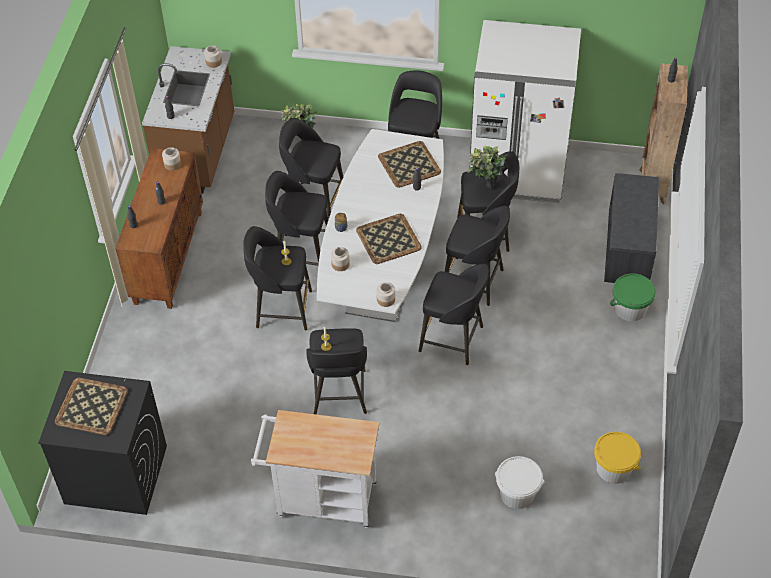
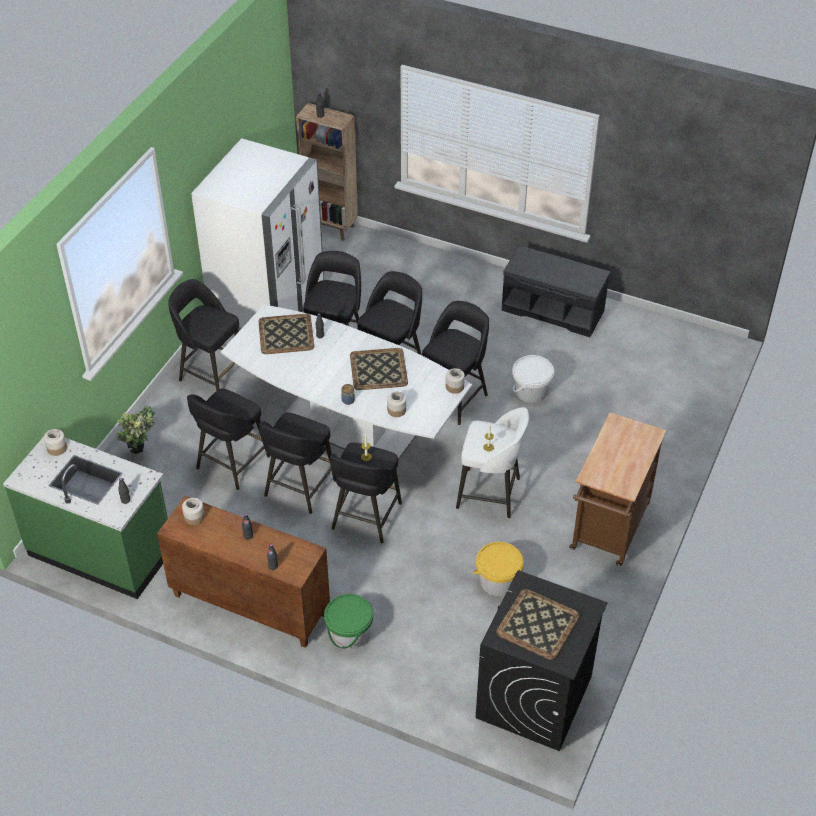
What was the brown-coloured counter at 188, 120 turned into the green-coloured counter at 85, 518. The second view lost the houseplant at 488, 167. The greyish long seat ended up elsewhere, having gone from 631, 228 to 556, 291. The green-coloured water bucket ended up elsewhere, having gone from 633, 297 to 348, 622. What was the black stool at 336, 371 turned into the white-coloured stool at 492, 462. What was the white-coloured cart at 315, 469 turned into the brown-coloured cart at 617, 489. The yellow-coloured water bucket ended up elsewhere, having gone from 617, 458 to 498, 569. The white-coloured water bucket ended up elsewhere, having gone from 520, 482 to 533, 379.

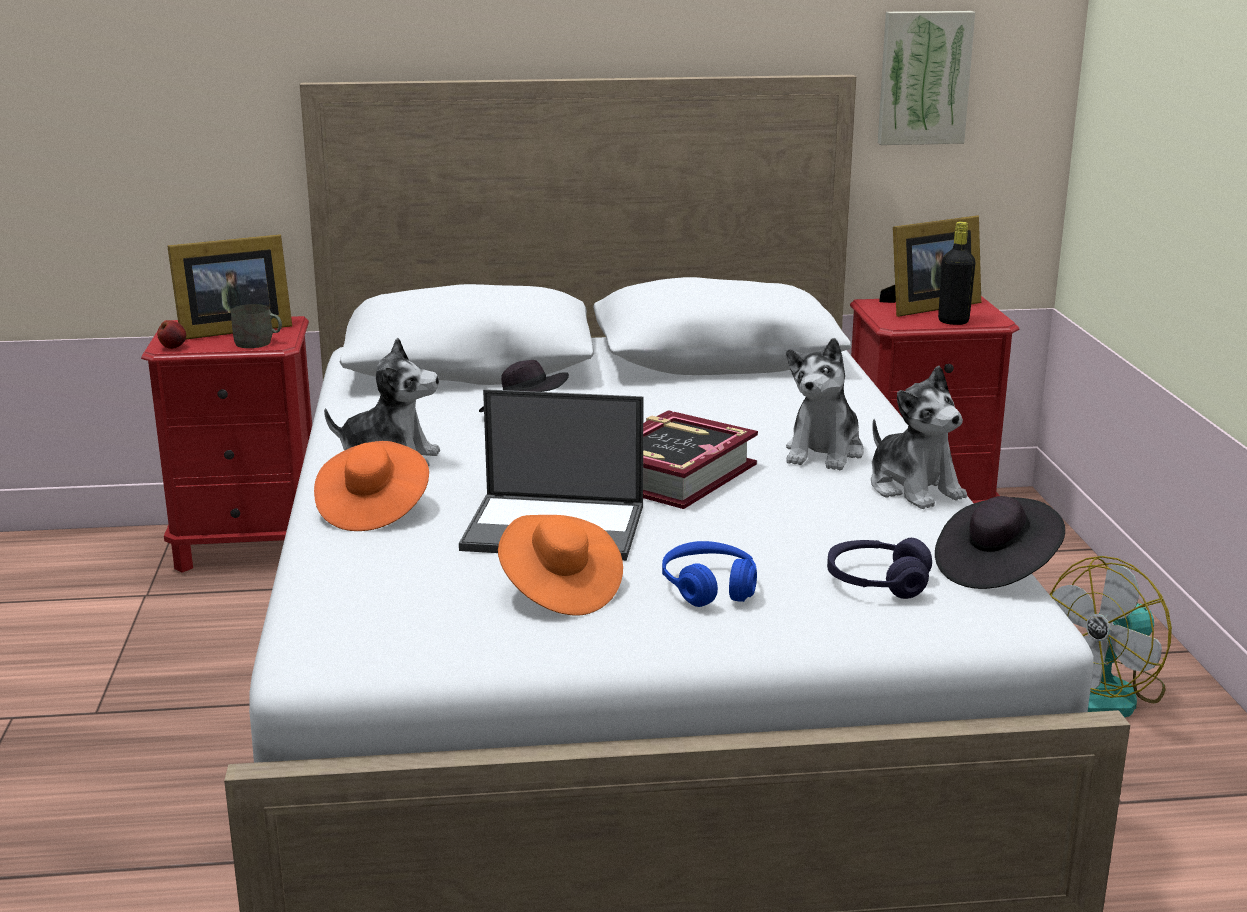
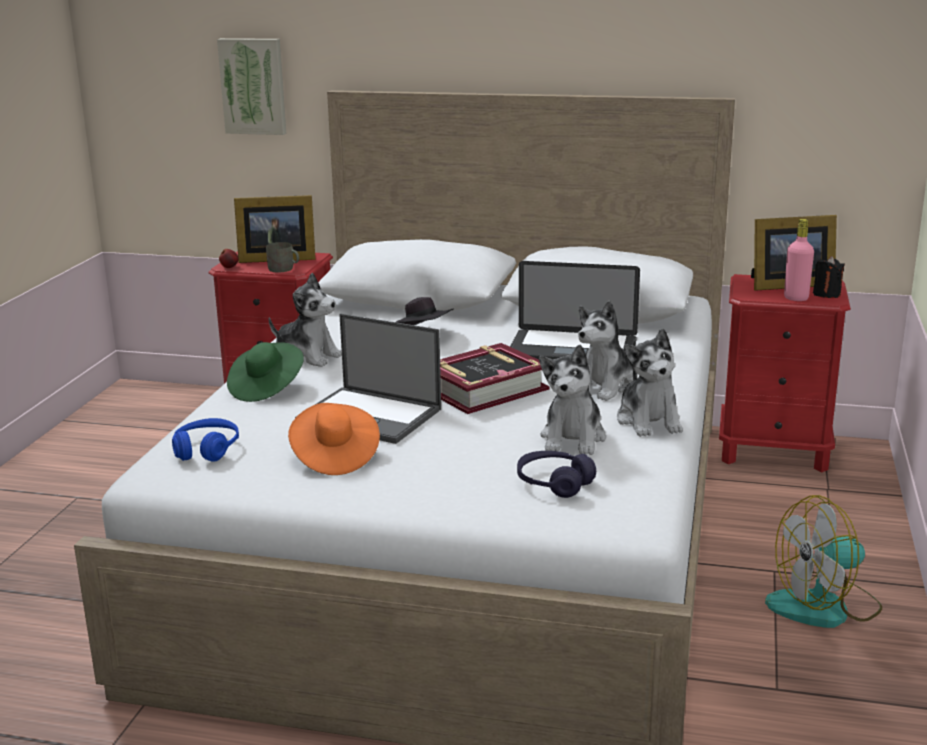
The wall art ended up elsewhere, having gone from 926, 78 to 252, 86. What was the black bottle at 957, 273 turned into the pinkish bottle at 799, 260. What was the orange wearable hat at 371, 486 turned into the green-coloured wearable hat at 265, 372. The second view lost the black wearable hat at 1000, 542. The bluish headset ended up elsewhere, having gone from 709, 574 to 205, 440. The second view gained the black candle at 829, 277. The second view gained the laptop at 575, 310. The second view gained the soft toy at 572, 400.

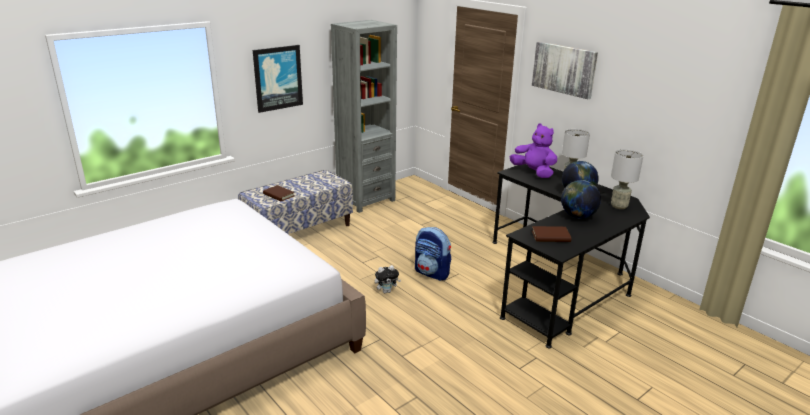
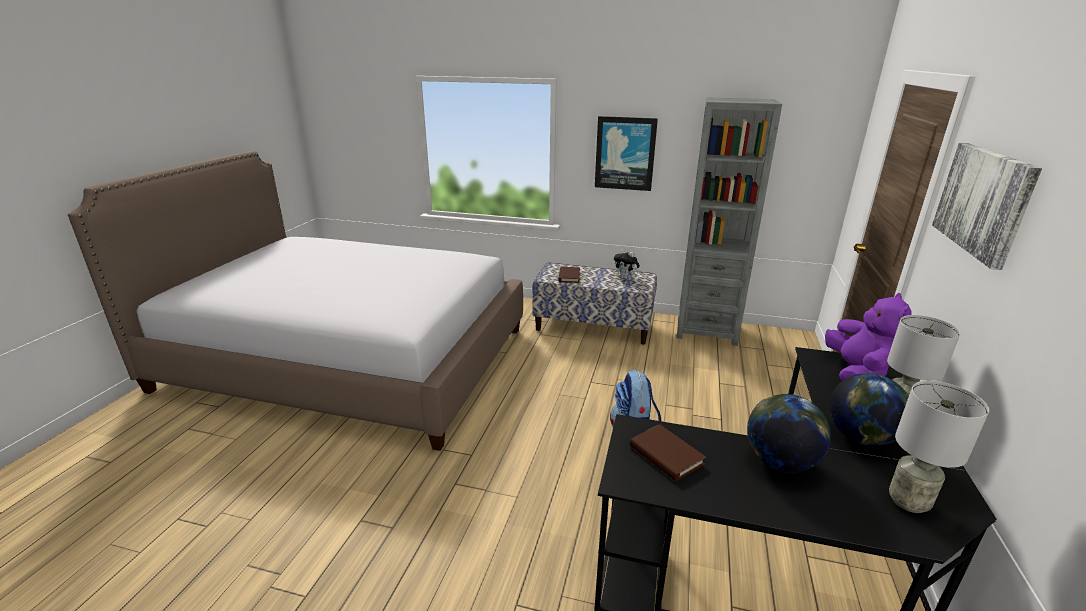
The soft toy ended up elsewhere, having gone from 388, 279 to 627, 264.

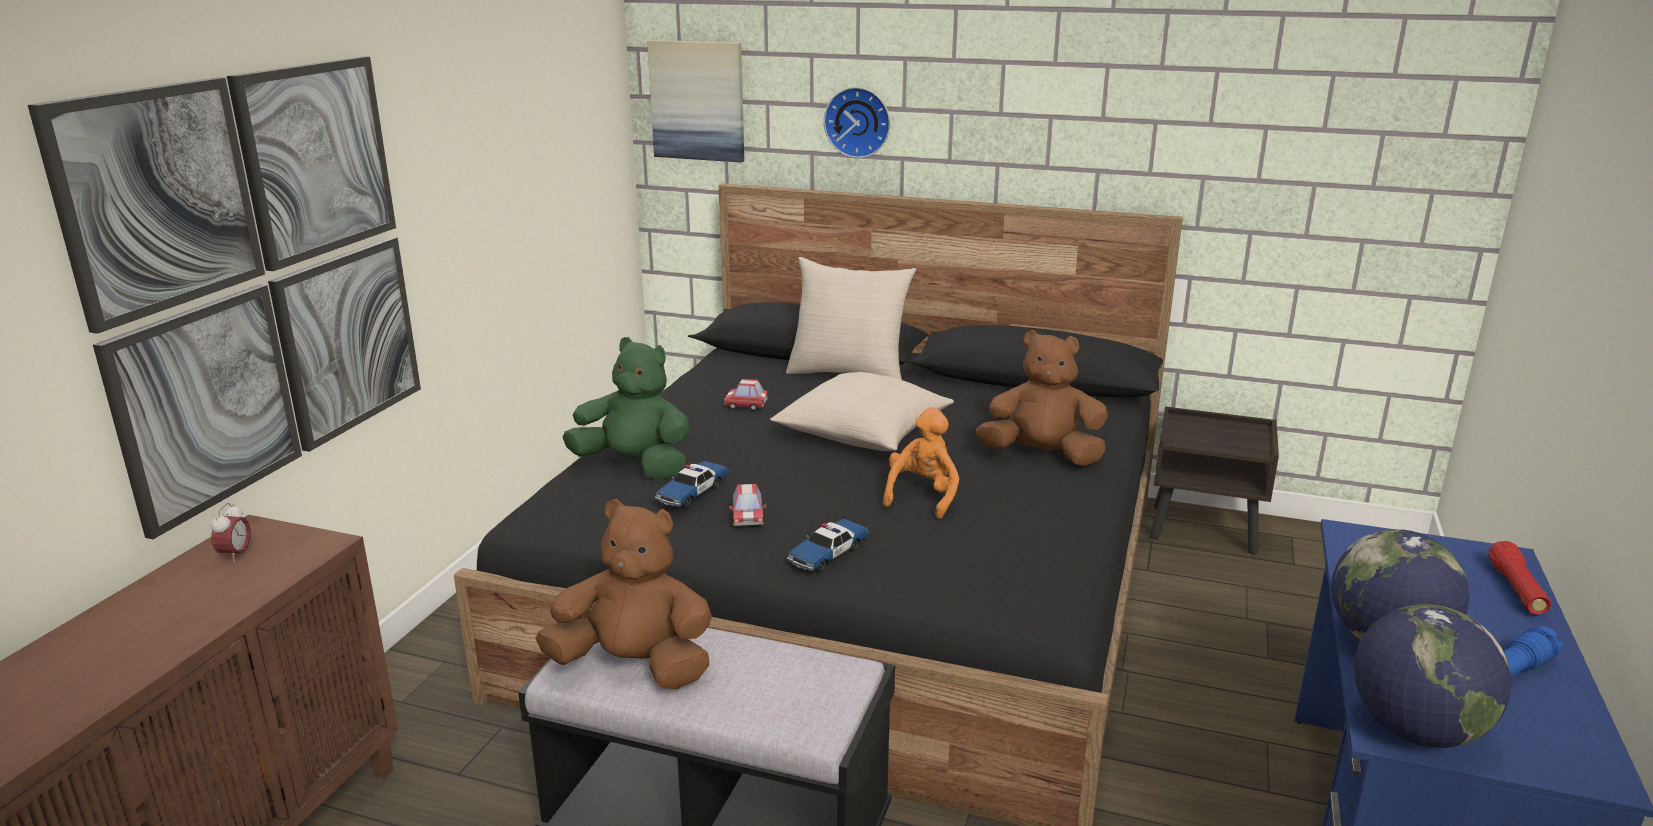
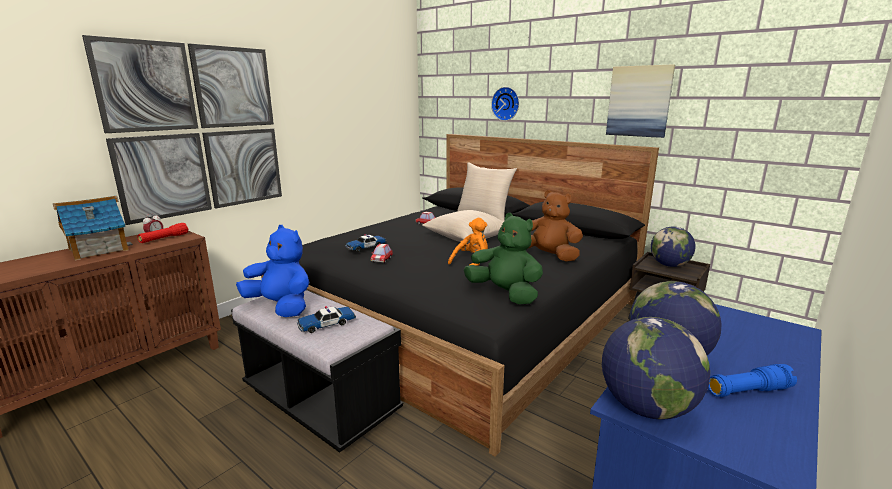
The wall art ended up elsewhere, having gone from 695, 101 to 640, 101. The green-coloured soft toy ended up elsewhere, having gone from 626, 408 to 503, 258. What was the brown-coloured soft toy at 623, 594 turned into the bluish soft toy at 272, 271. The miniature car ended up elsewhere, having gone from 828, 545 to 326, 319. The red-coloured hand torch ended up elsewhere, having gone from 1520, 577 to 162, 233. The second view gained the model house at 92, 228. The second view gained the globe at 673, 247.

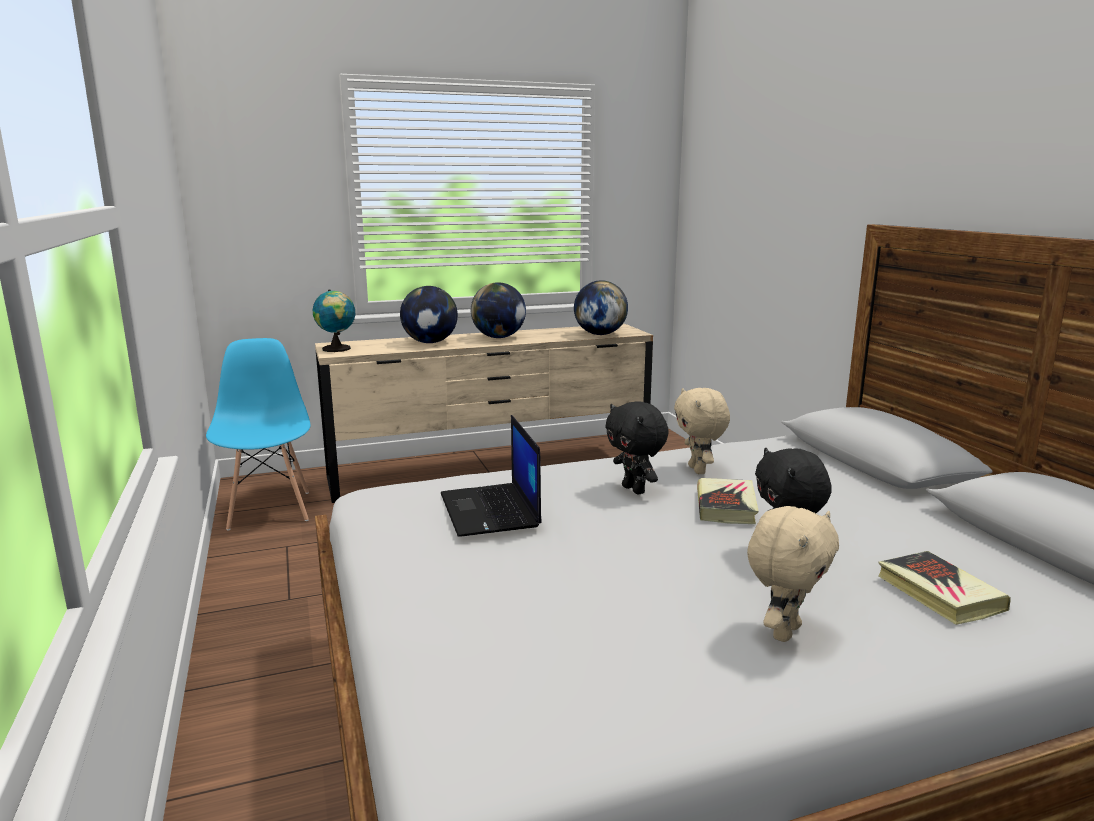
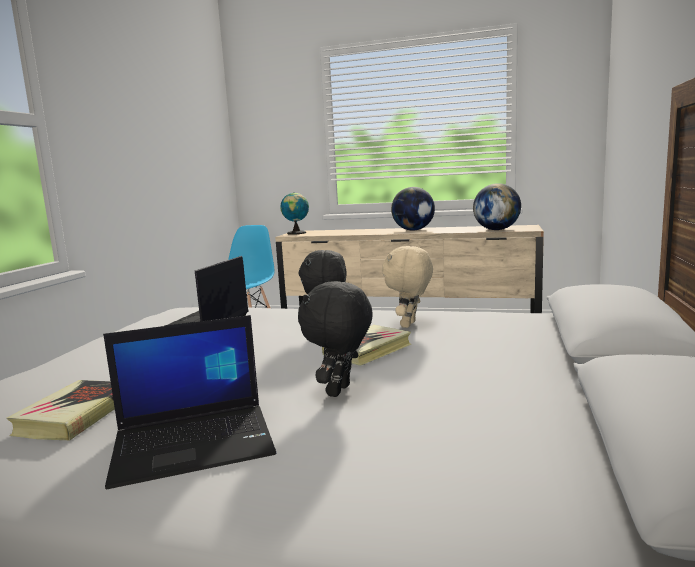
The second view lost the globe at 429, 314. Where the sand-coloured soft toy stood at 793, 574, the laptop came to stand at 189, 402. The bound book ended up elsewhere, having gone from 945, 588 to 60, 410.

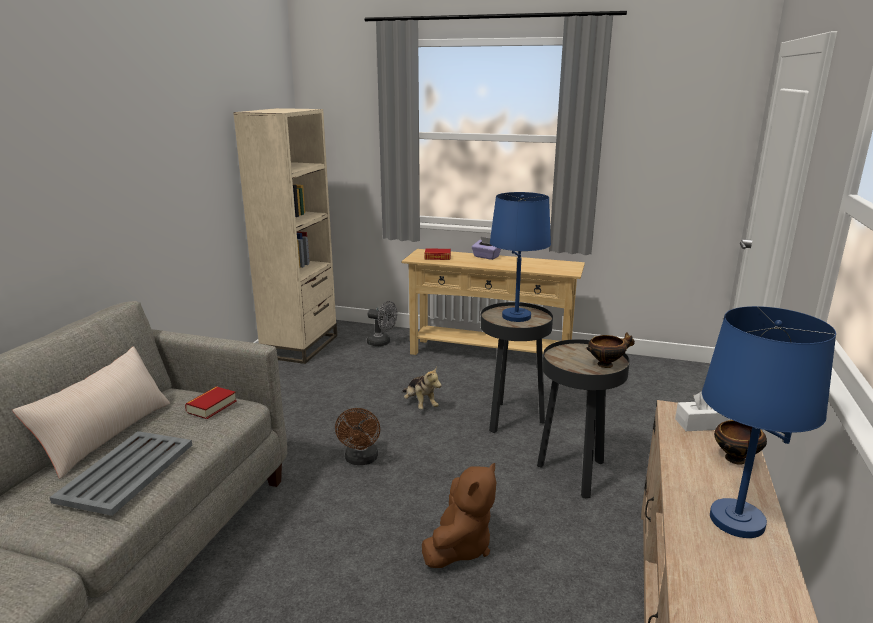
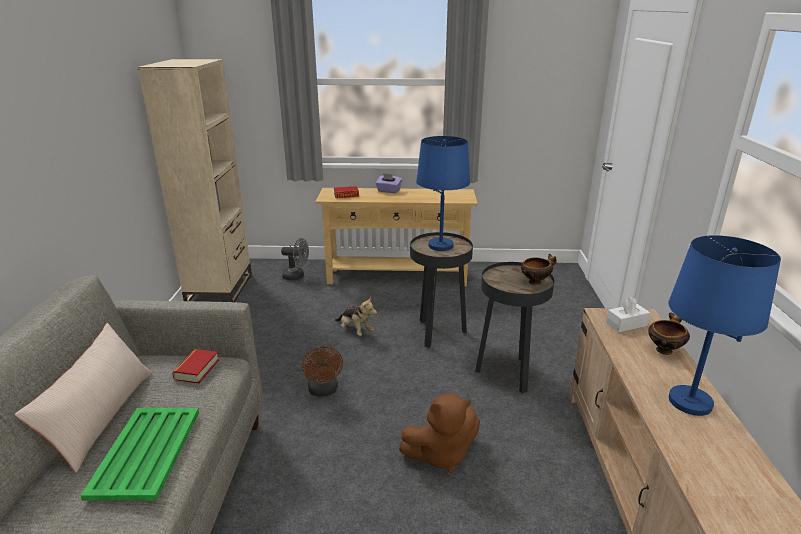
What was the greyish serving tray at 121, 473 turned into the green-coloured serving tray at 139, 454. The brown-coloured soft toy at 459, 515 ended up facing another way, 60 degrees clockwise from before.

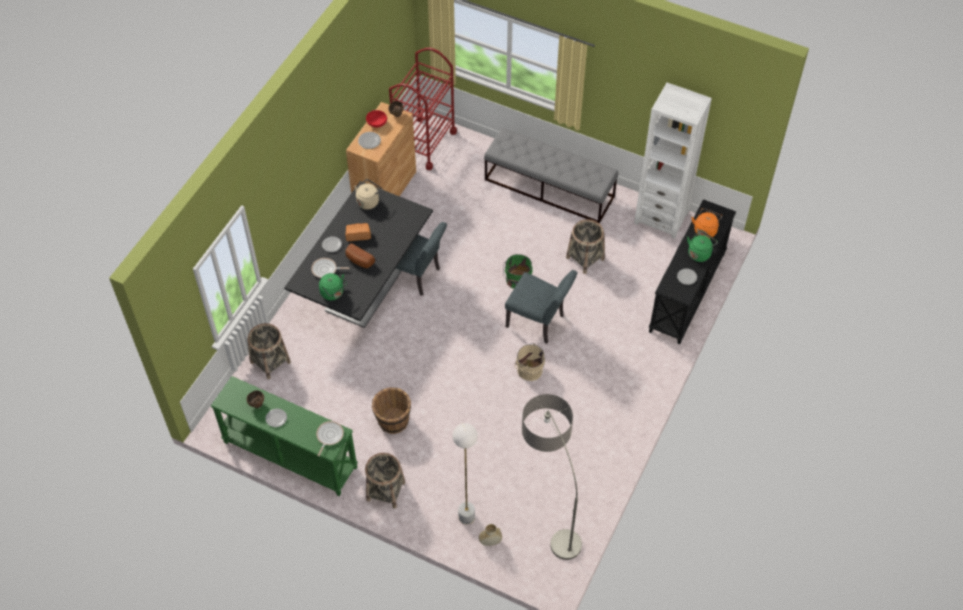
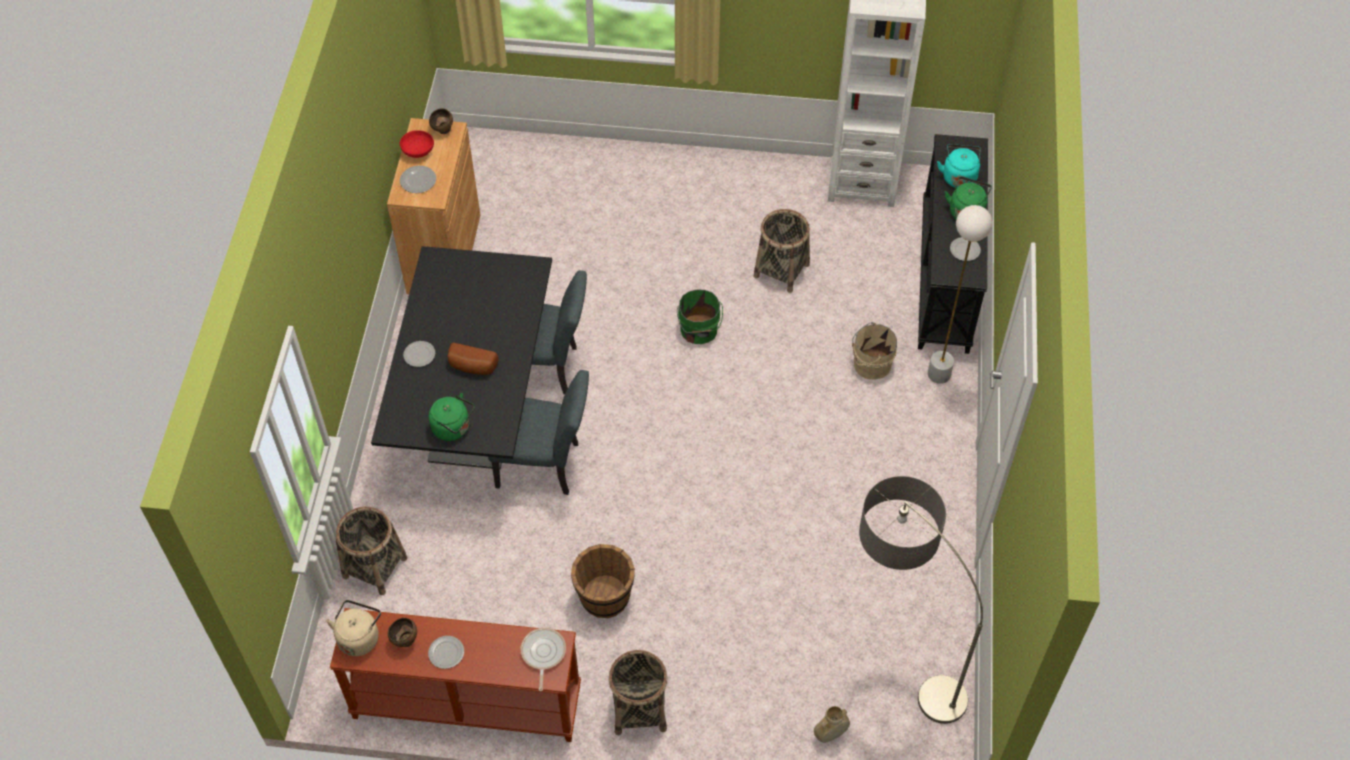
The second view lost the red-coloured cart at 423, 109. The second view lost the greyish long seat at 551, 176. The sand-coloured tea kettle ended up elsewhere, having gone from 368, 194 to 353, 628. What was the orange tea kettle at 706, 223 turned into the turquoise-coloured tea kettle at 959, 166. The second view lost the bread at 358, 232. The second view lost the skillet at 330, 268. The greyish upright chair ended up elsewhere, having gone from 541, 307 to 538, 432. The sand-coloured water bucket ended up elsewhere, having gone from 530, 362 to 874, 351. What was the green-coloured console table at 284, 436 turned into the brown-coloured console table at 455, 675. The white-coloured floor lamp ended up elsewhere, having gone from 465, 473 to 960, 294.

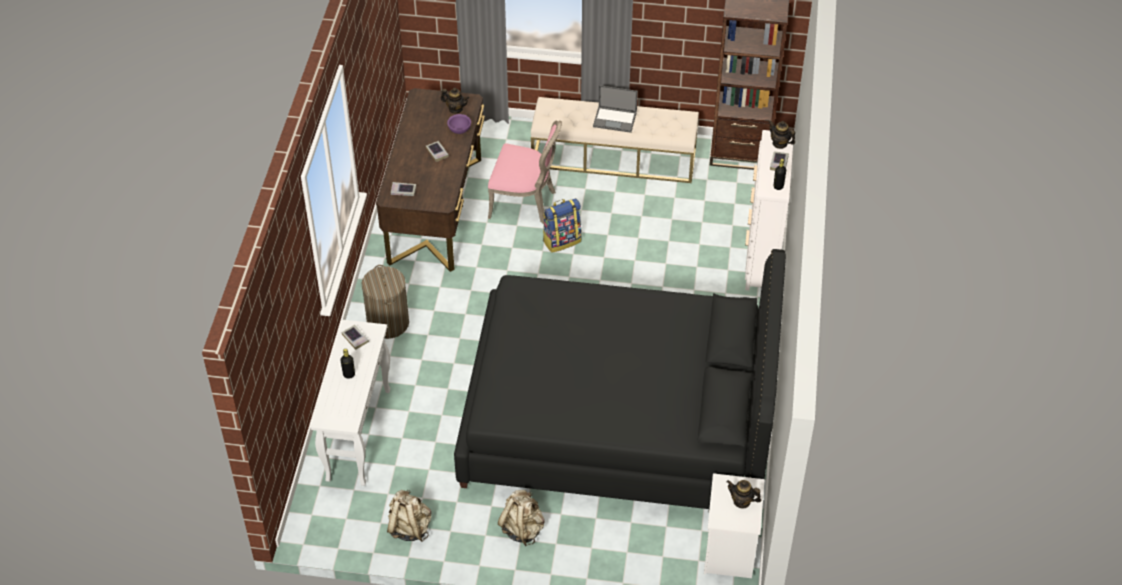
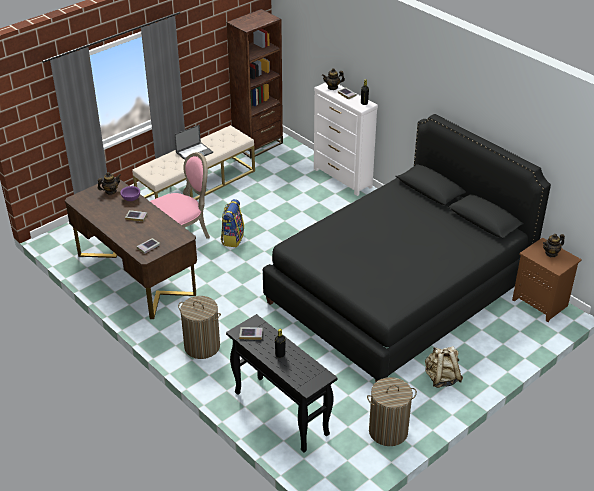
What was the white-coloured console table at 351, 403 turned into the black console table at 281, 383. What was the white-coloured night table at 734, 525 turned into the brown-coloured night table at 547, 279. Where the sand-coloured rucksack stood at 409, 516, the laundry basket came to stand at 392, 411.

